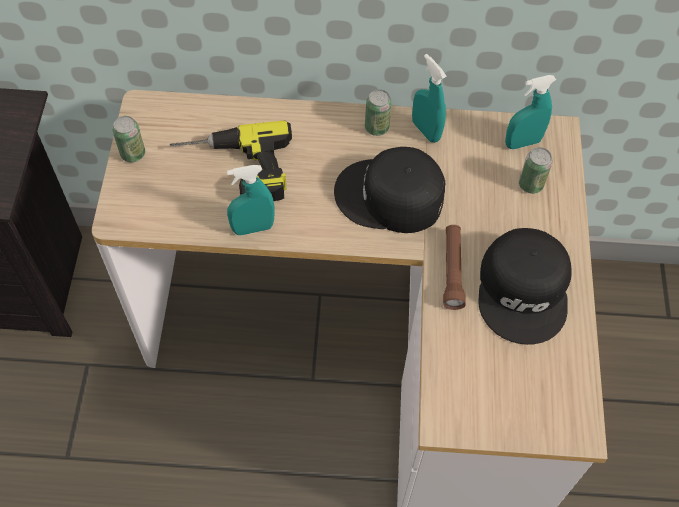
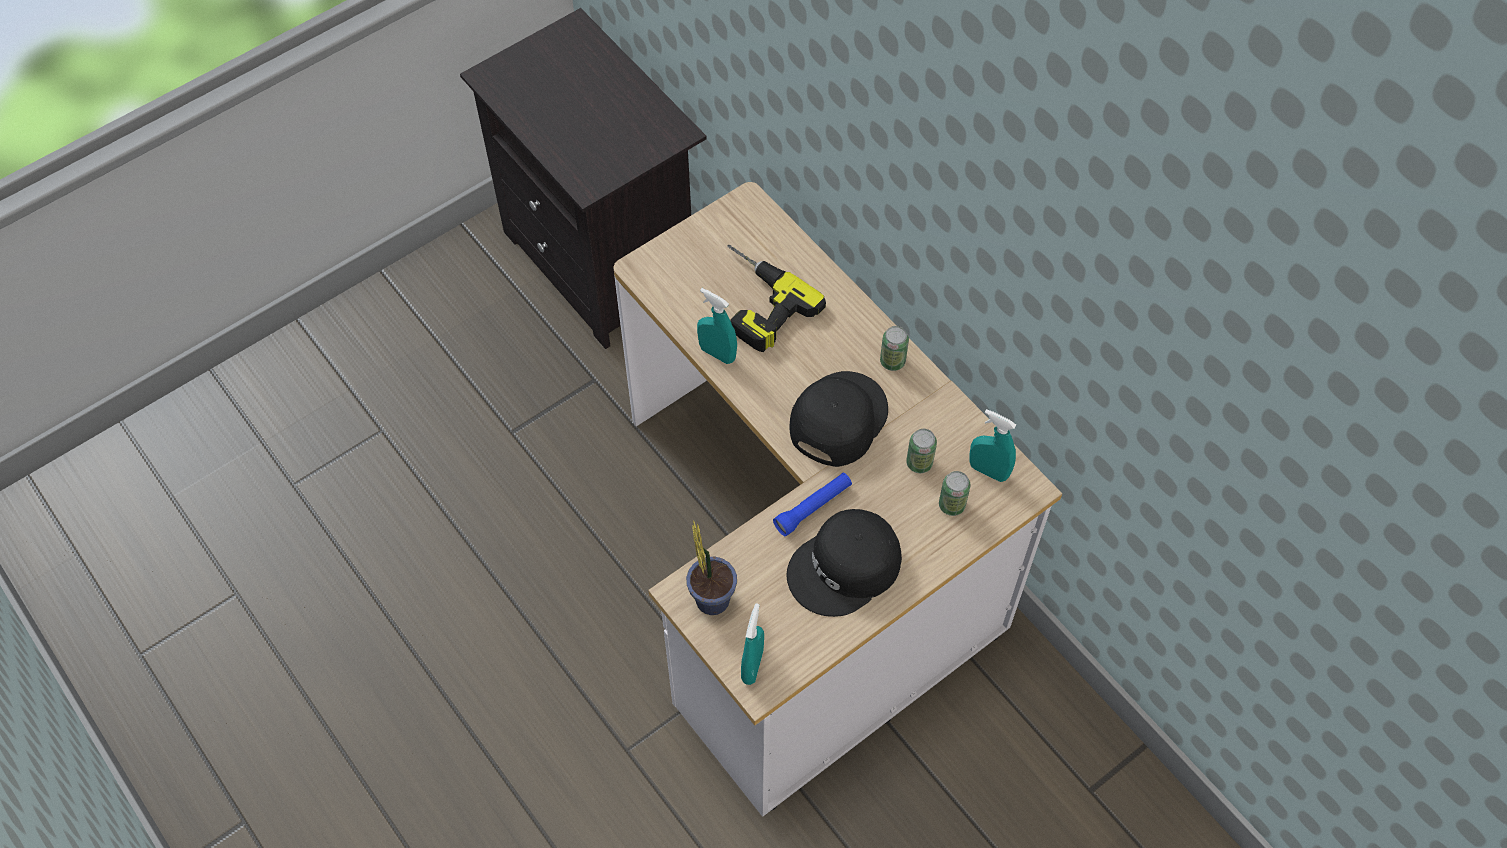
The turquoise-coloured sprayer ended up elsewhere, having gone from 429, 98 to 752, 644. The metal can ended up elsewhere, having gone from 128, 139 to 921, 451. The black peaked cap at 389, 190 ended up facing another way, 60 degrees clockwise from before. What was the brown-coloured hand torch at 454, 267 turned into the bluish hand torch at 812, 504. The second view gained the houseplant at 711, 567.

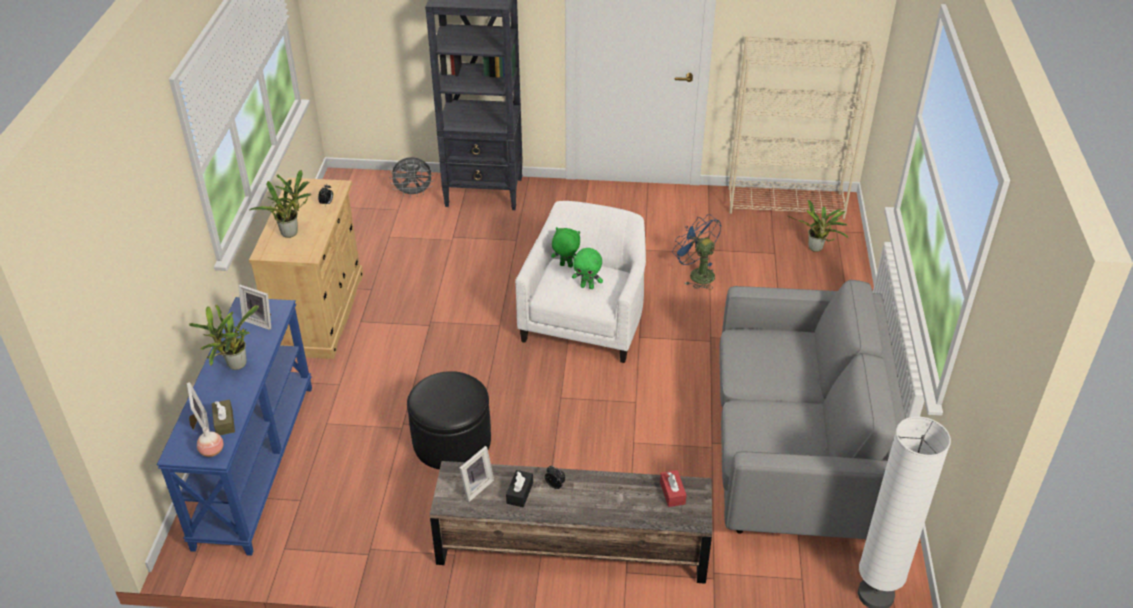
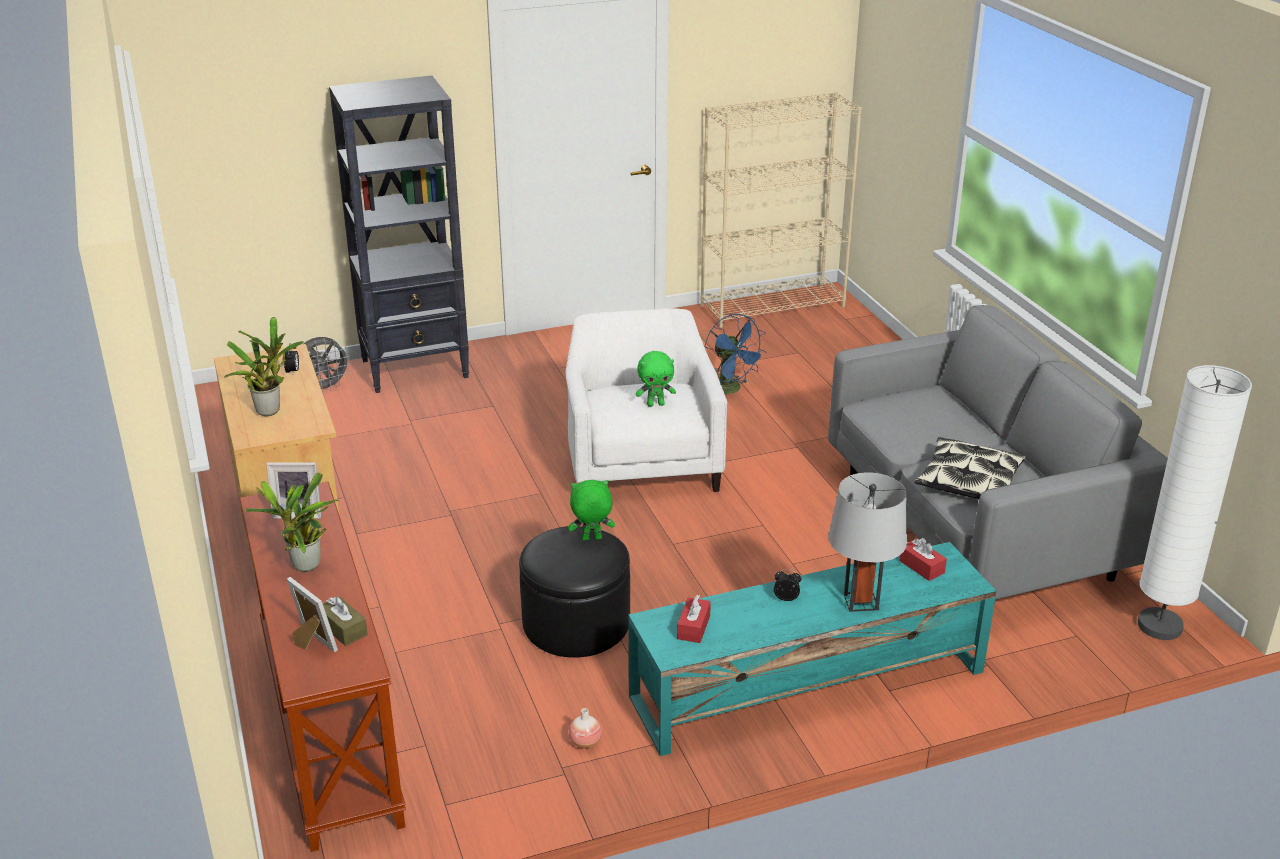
The second view lost the houseplant at 818, 226. The bluish cooling fan at 697, 251 ended up facing another way, 150 degrees counterclockwise from before. The green-coloured soft toy ended up elsewhere, having gone from 565, 247 to 591, 510. What was the bluish console table at 234, 426 turned into the brown-coloured console table at 322, 666. The vase ended up elsewhere, having gone from 210, 442 to 585, 728. Where the standing frame stood at 476, 474, the red-coloured box of tissues came to stand at 694, 619. What was the brown-coloured tv unit at 571, 522 turned into the turquoise-coloured tv unit at 812, 649. The second view lost the black box of tissues at 519, 488. The second view gained the pillow at 970, 468. The second view gained the greyish table lamp at 867, 542.

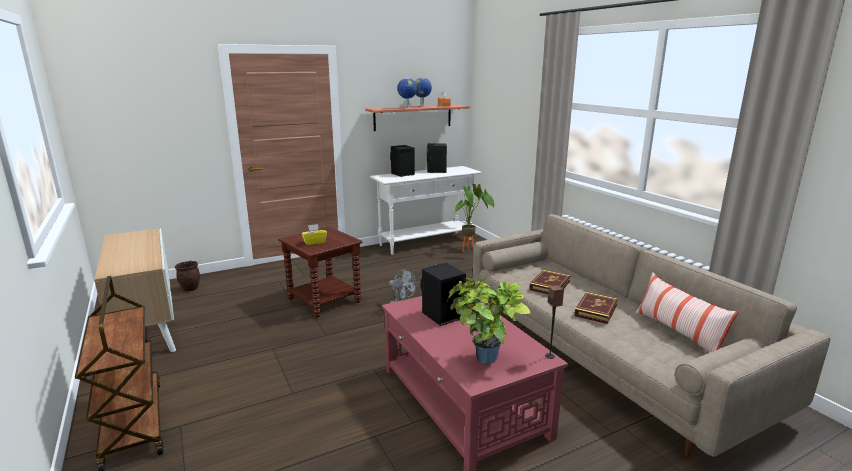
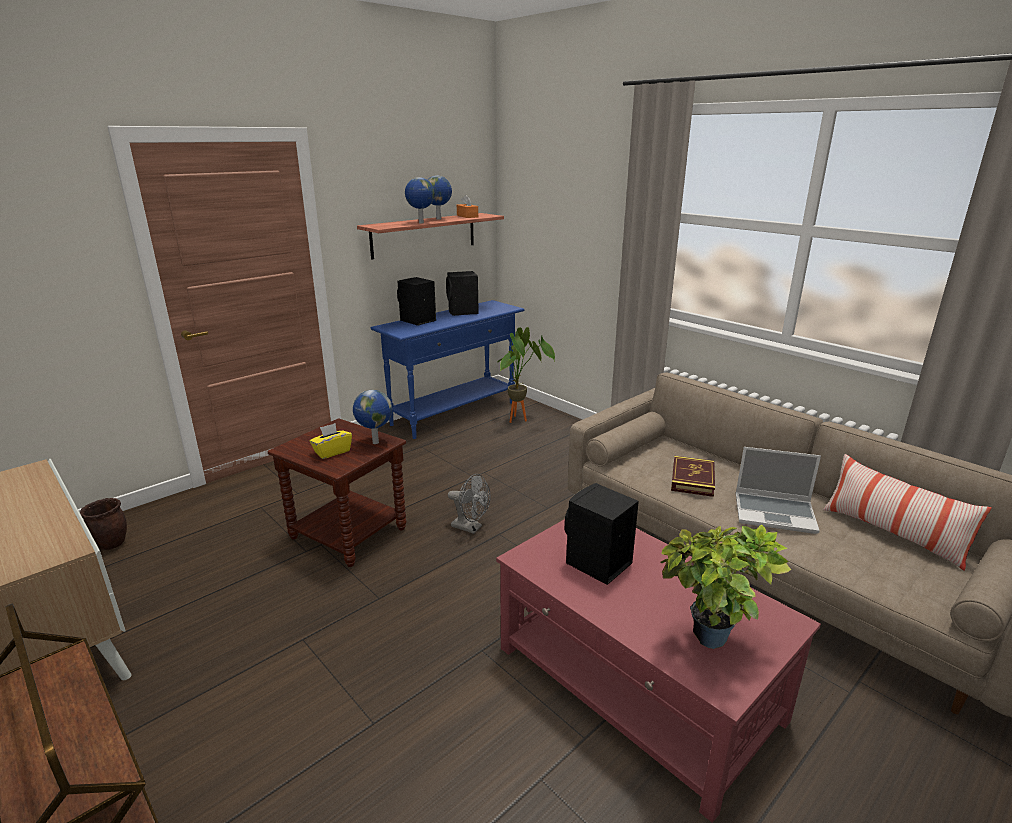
What was the white-coloured console table at 426, 210 turned into the bluish console table at 448, 369. The second view lost the audio speaker at 554, 322. Where the bound book stood at 596, 308, the laptop came to stand at 778, 490. The second view gained the globe at 372, 417.

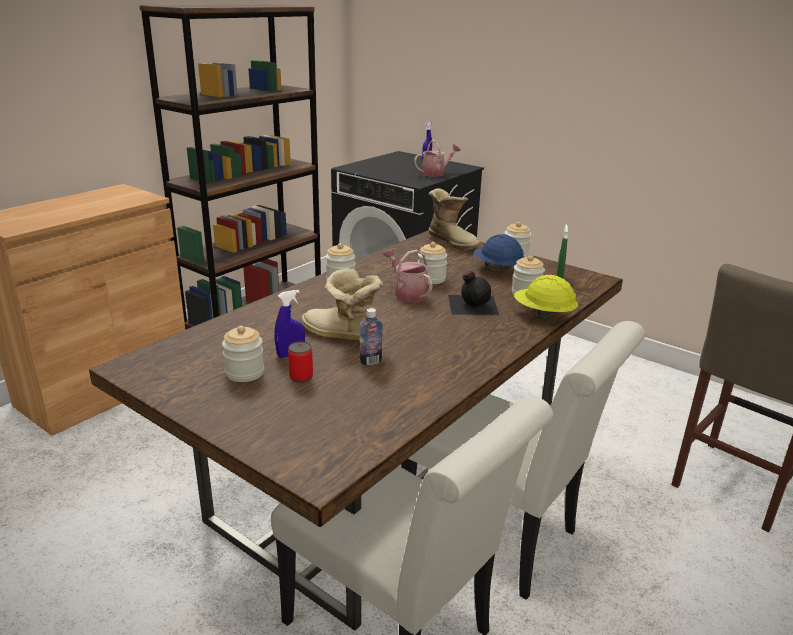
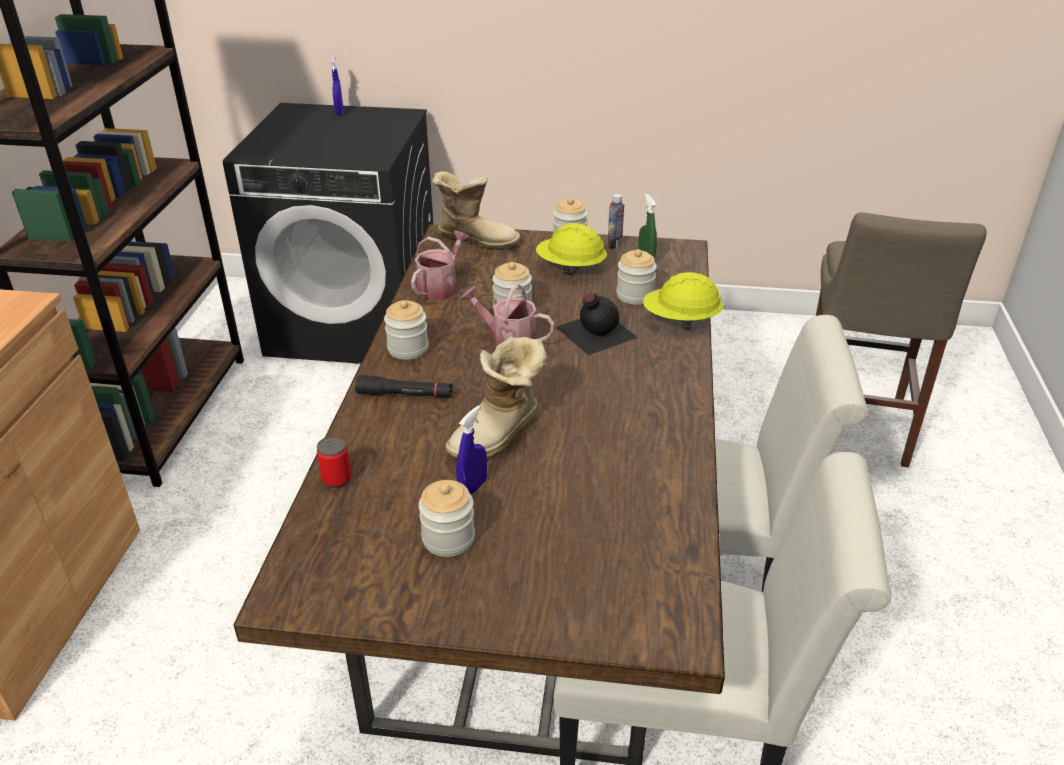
The watering pot ended up elsewhere, having gone from 437, 158 to 440, 266. What was the bluish hard hat at 499, 253 turned into the yellow-coloured hard hat at 571, 249. The high-top boot at 342, 304 ended up facing another way, 45 degrees counterclockwise from before. The bottle ended up elsewhere, having gone from 371, 336 to 615, 221. The metal can ended up elsewhere, having gone from 300, 362 to 334, 462. The second view gained the black hand torch at 404, 386.

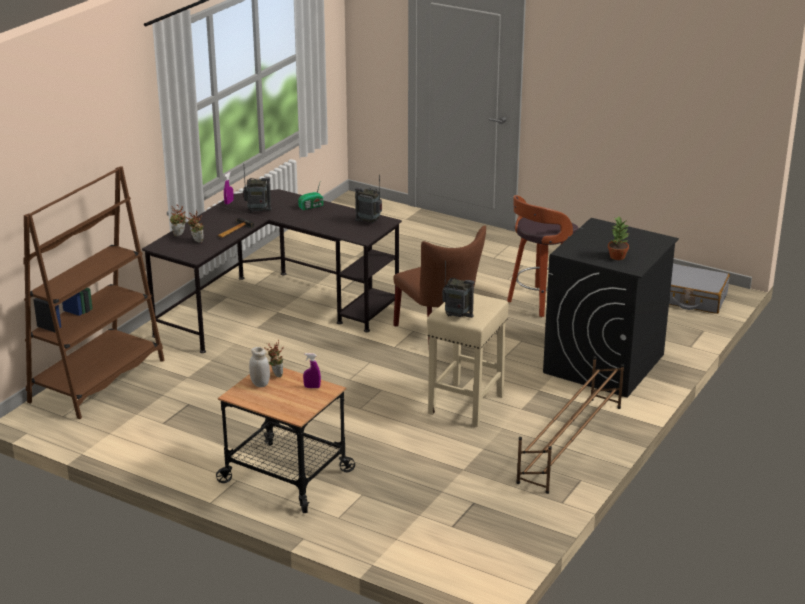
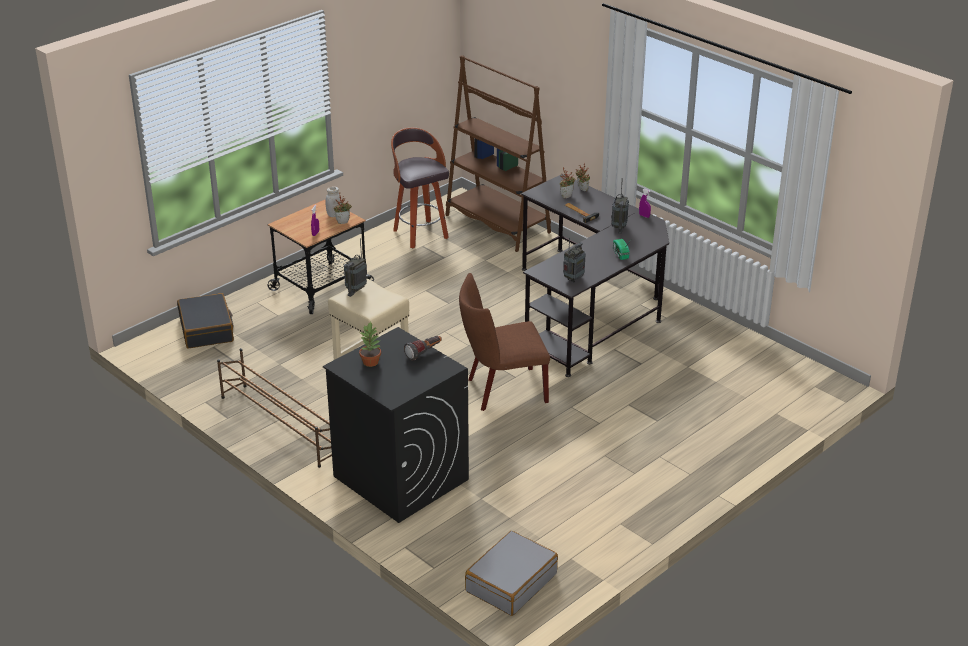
The stool ended up elsewhere, having gone from 542, 256 to 420, 188. The second view gained the black suitcase at 205, 321. The second view gained the hand torch at 423, 348.

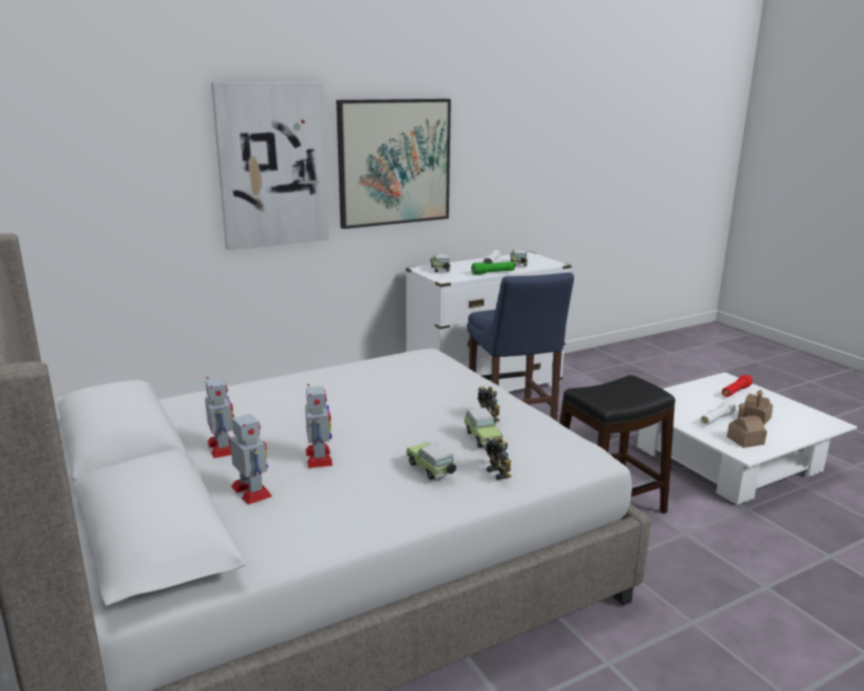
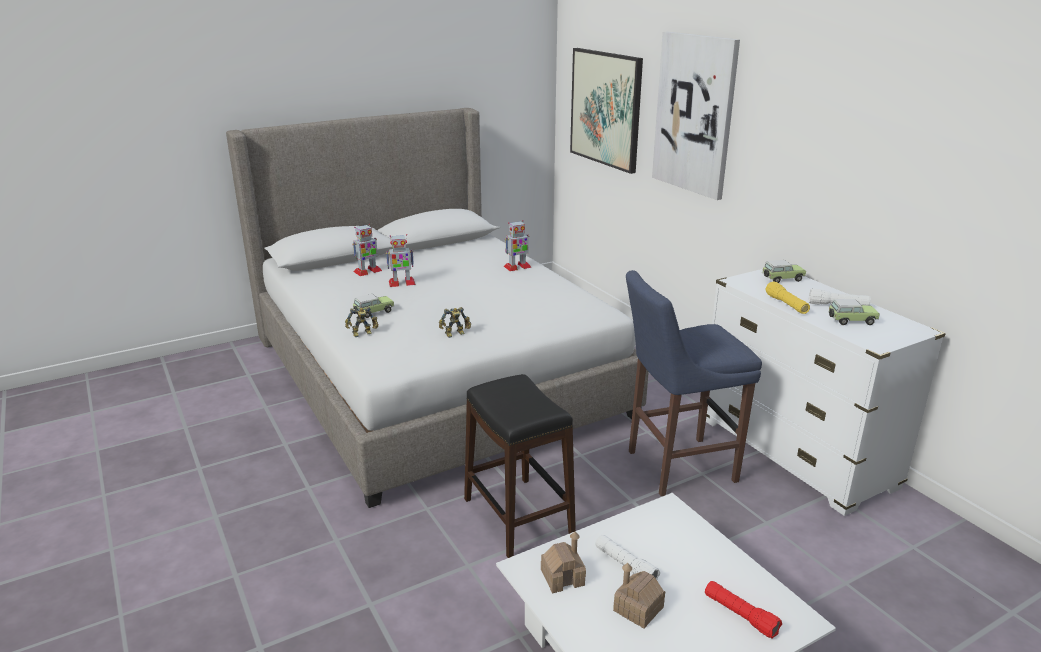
The wall art ended up elsewhere, having gone from 393, 164 to 606, 111. What was the green-coloured hand torch at 493, 268 turned into the yellow-coloured hand torch at 787, 298. The toy robot ended up elsewhere, having gone from 219, 417 to 518, 245. The second view lost the miniature car at 483, 428.

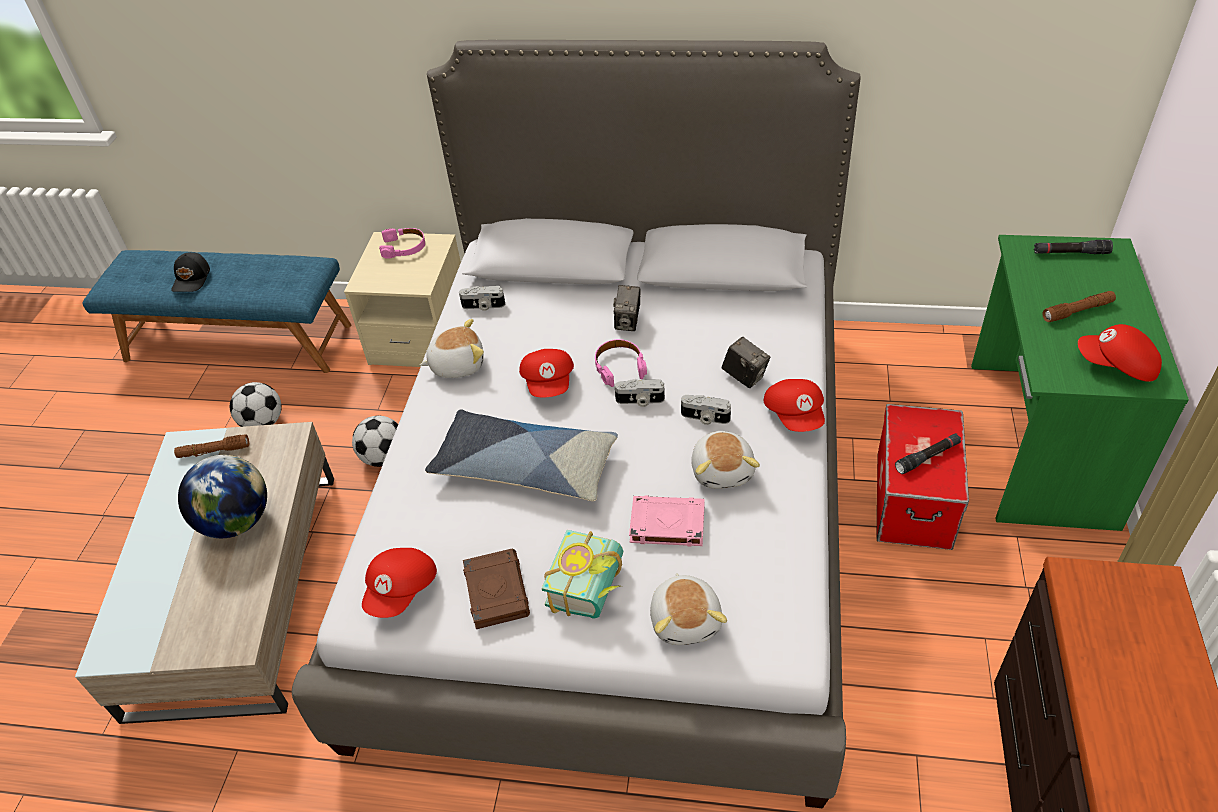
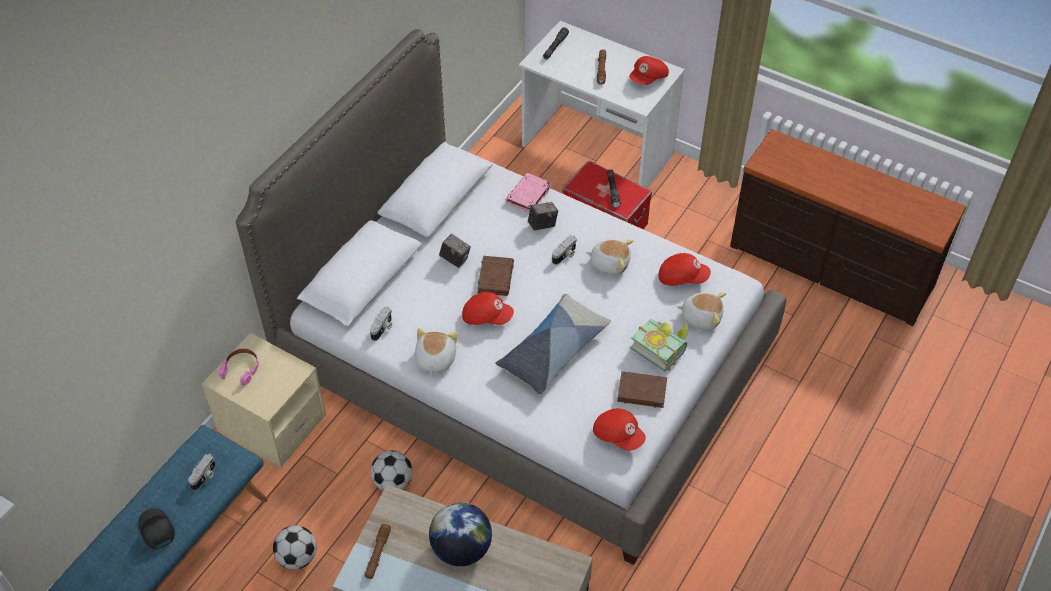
What was the green-coloured desk unit at 1080, 383 turned into the white-coloured desk unit at 602, 104. The black peaked cap at 190, 272 ended up facing another way, 150 degrees counterclockwise from before. Where the pinkish headset stood at 621, 363, the brown-coloured bound book came to stand at 495, 276. The still camera ended up elsewhere, having gone from 639, 393 to 202, 472. The red-coloured peaked cap ended up elsewhere, having gone from 794, 405 to 684, 269. The pinkish bound book ended up elsewhere, having gone from 667, 520 to 528, 192.

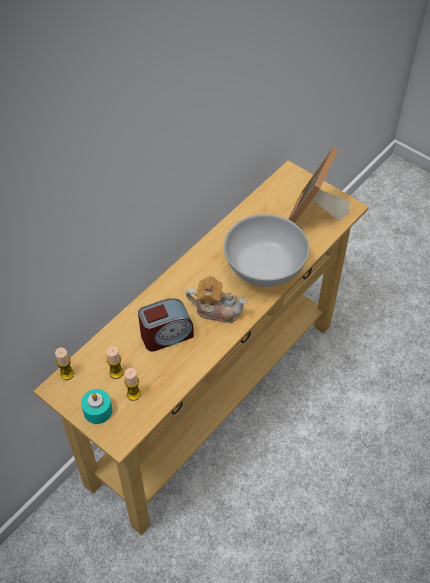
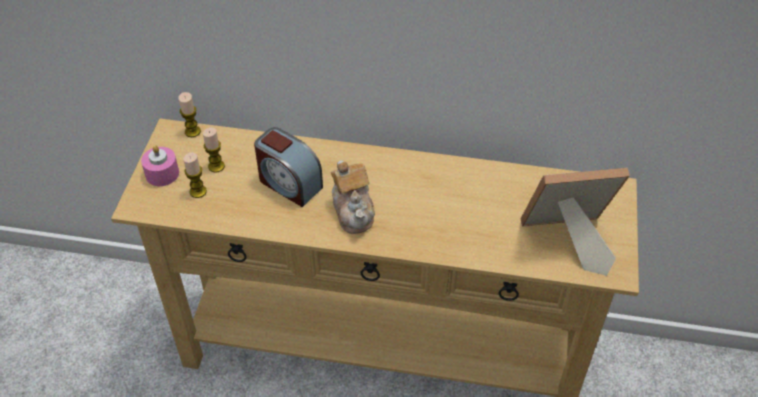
The second view lost the white-coloured deep dish at 266, 250. What was the turquoise-coloured candle at 96, 406 turned into the pinkish candle at 160, 165.

